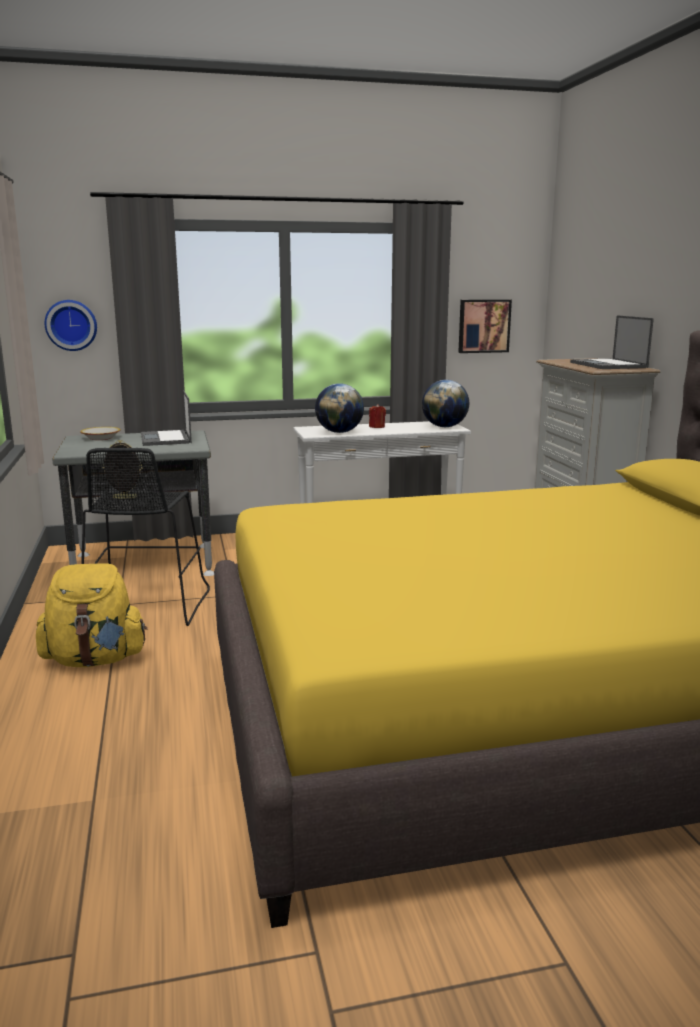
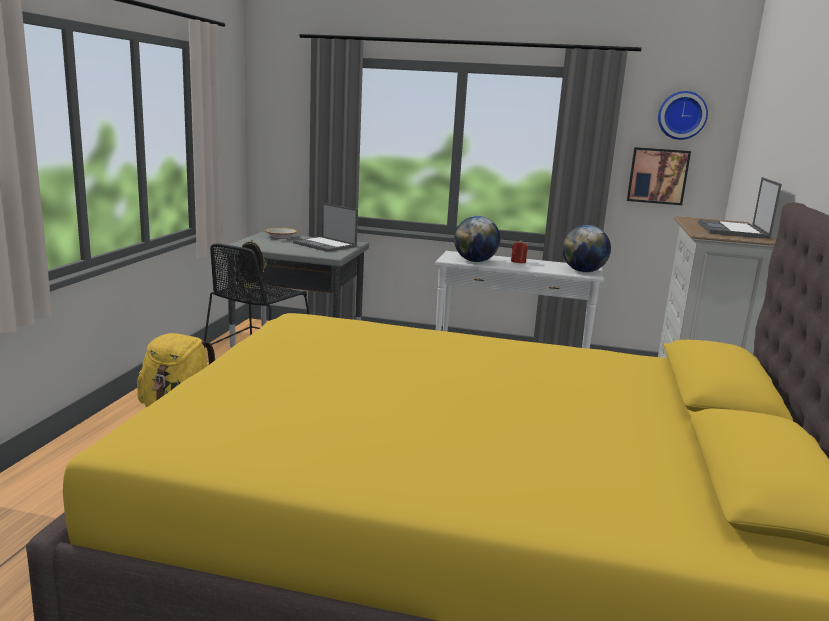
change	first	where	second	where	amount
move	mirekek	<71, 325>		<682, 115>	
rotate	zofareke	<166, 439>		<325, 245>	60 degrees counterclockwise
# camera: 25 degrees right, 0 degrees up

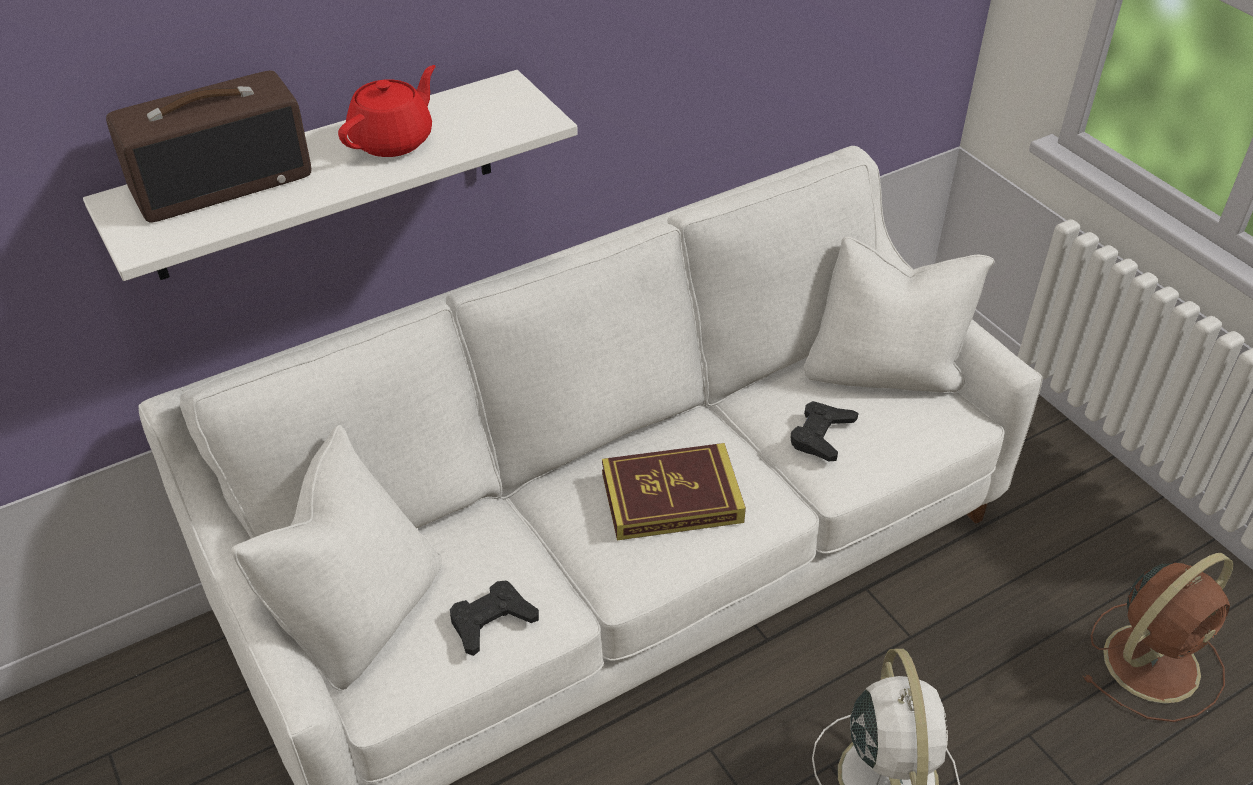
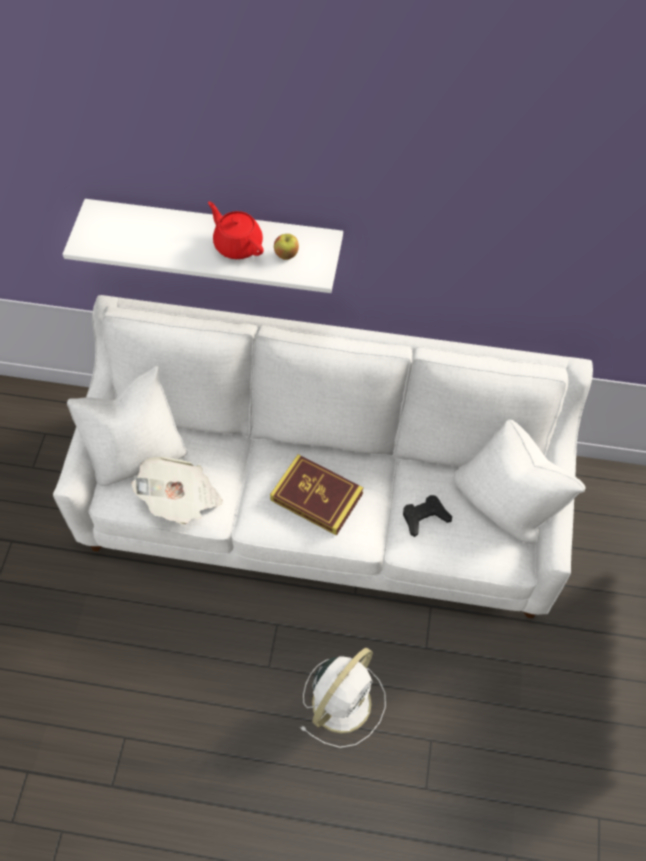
change	first	where	second	where	amount
delete	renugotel	<223, 182>			
delete	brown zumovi	<1154, 661>			
insert			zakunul	<286, 254>	
replace	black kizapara	<491, 621>	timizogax	<181, 499>	
rotate	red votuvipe	<393, 140>		<237, 245>	120 degrees counterclockwise
# camera: 40 degrees right, 15 degrees up

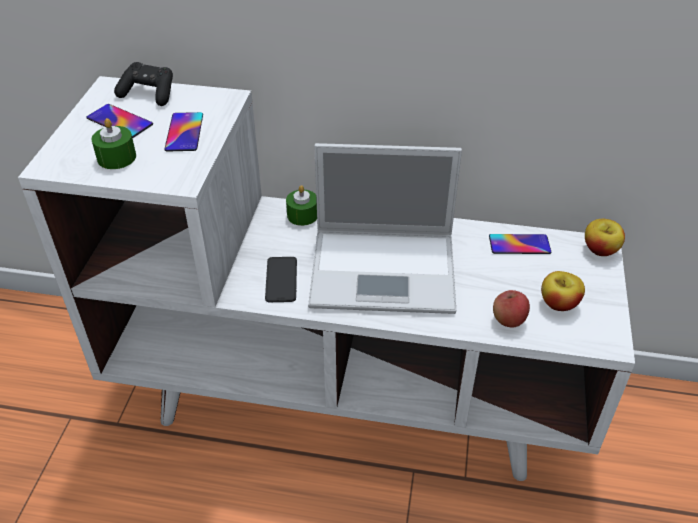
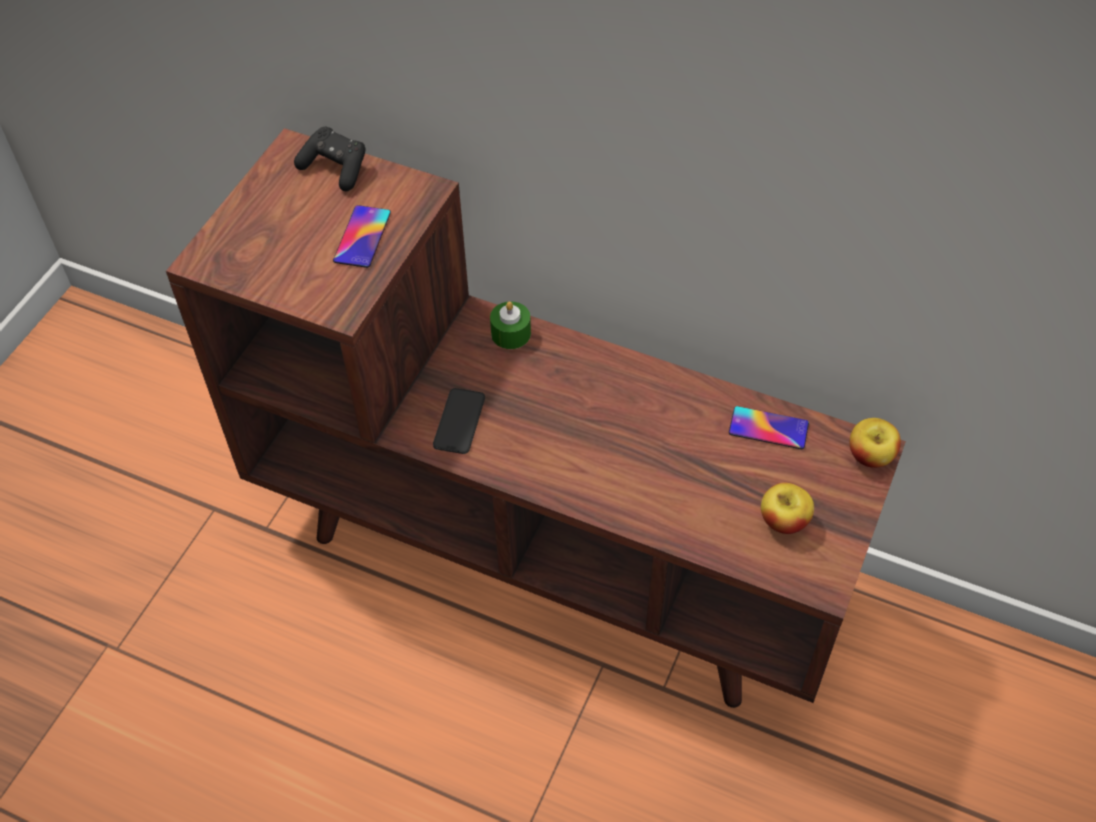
change	first	where	second	where	amount
delete	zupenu	<119, 121>			
delete	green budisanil	<116, 157>			
delete	zofareke	<386, 270>			
delete	zakunul	<508, 320>			
recolor	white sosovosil	<351, 396>	brown sosovosil	<555, 553>	
# camera: 15 degrees right, 10 degrees up

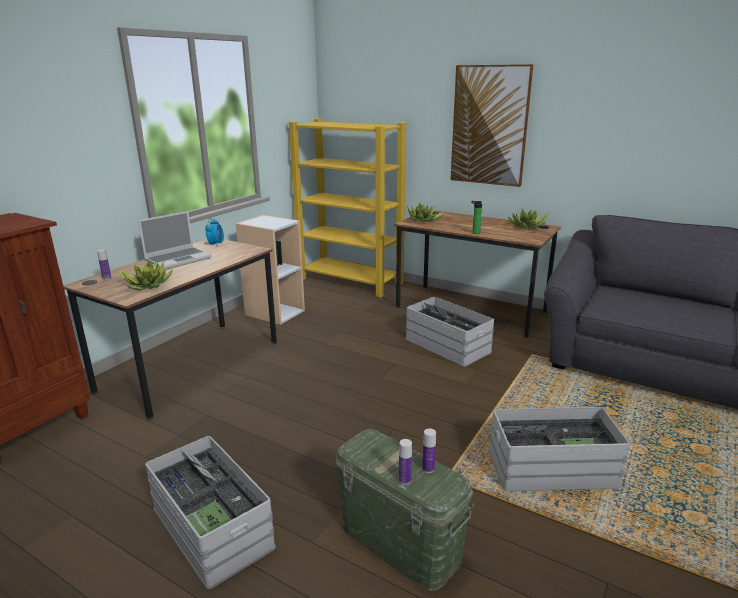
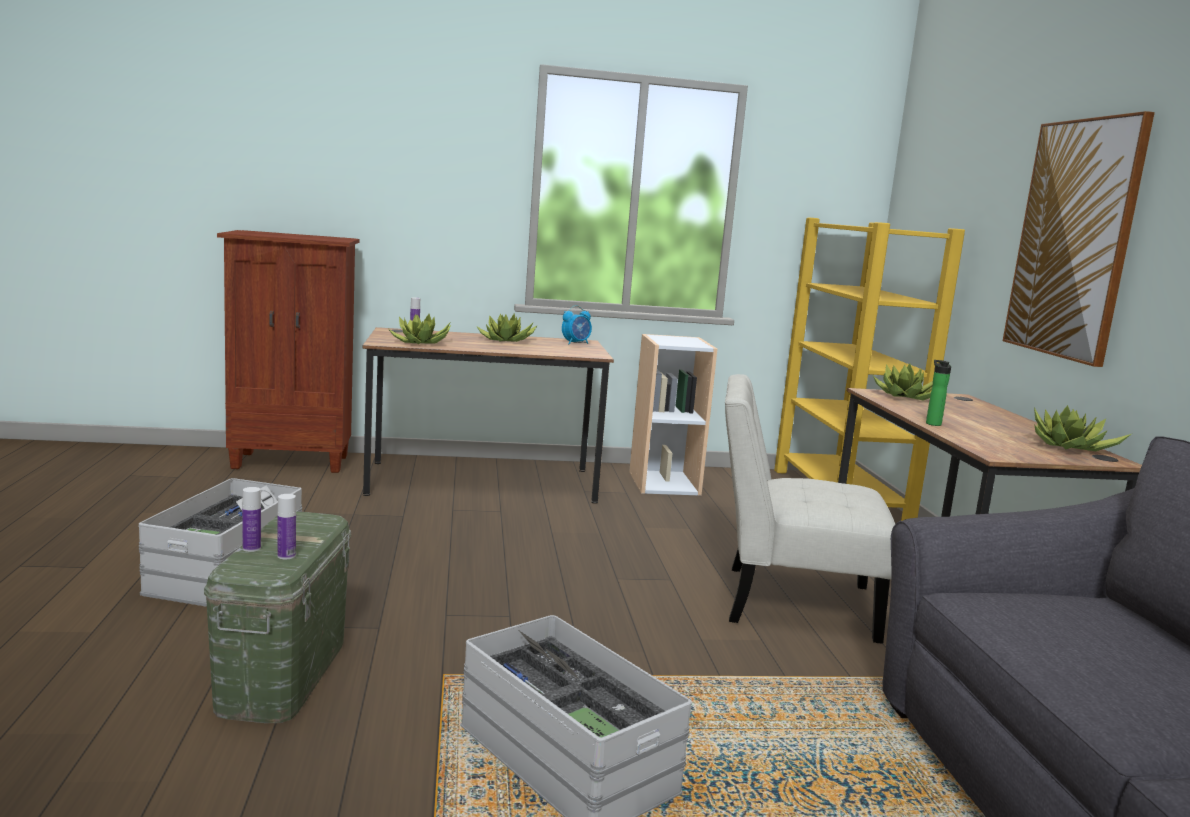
change	first	where	second	where	amount
replace	zofareke	<178, 259>	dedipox	<506, 340>	
replace	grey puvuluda	<446, 345>	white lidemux	<788, 601>	
# camera: 50 degrees right, 10 degrees down

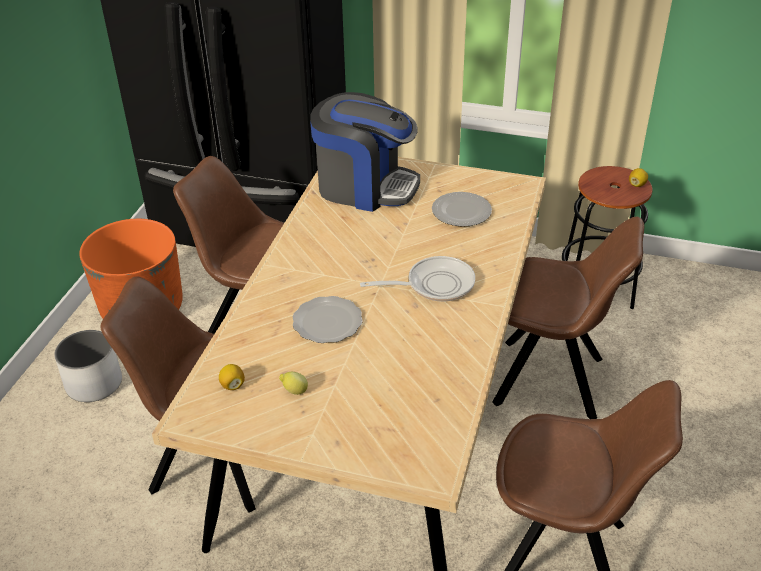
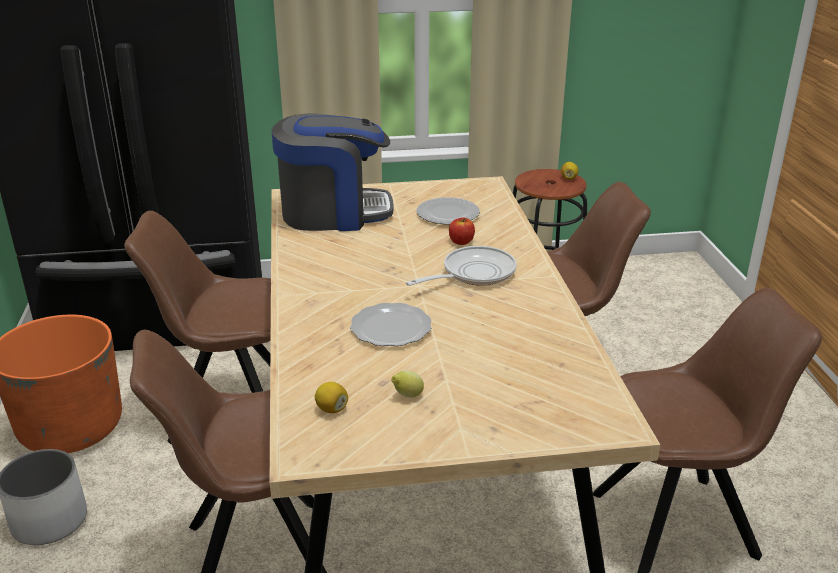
change	first	where	second	where	amount
insert			zakunul	<461, 242>	
# camera: 25 degrees left, 10 degrees down

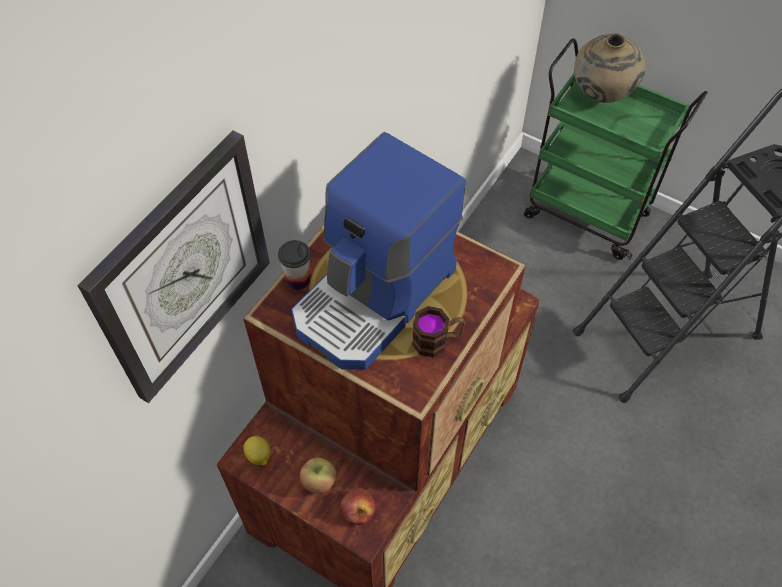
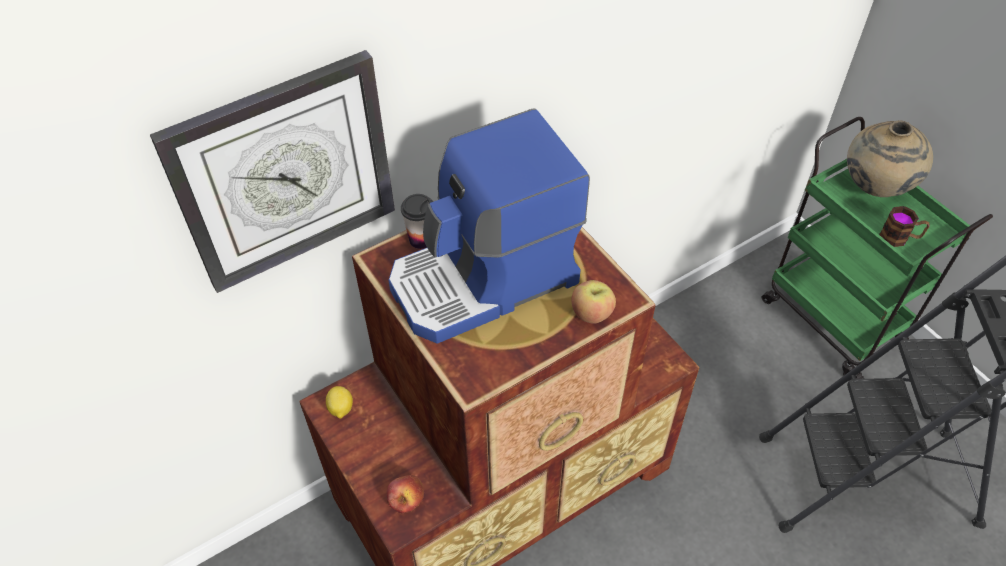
change	first	where	second	where	amount
move	zakunul	<319, 481>		<592, 313>	
move	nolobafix	<437, 340>		<900, 238>	
# camera: 25 degrees right, 5 degrees down

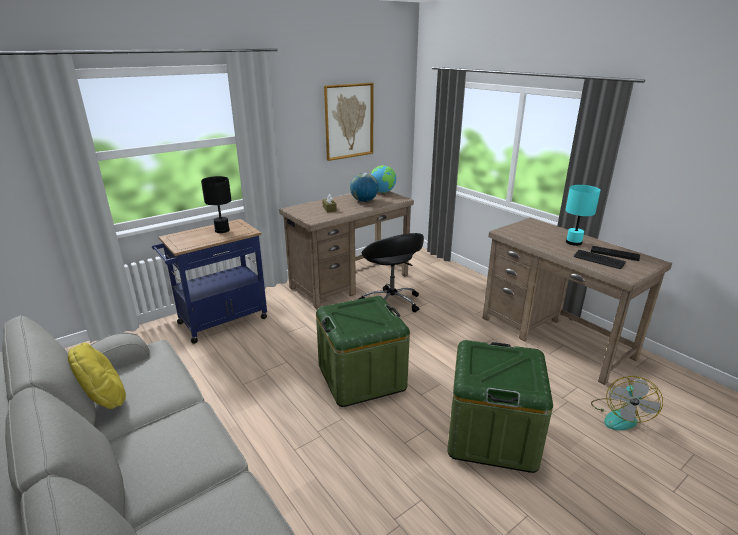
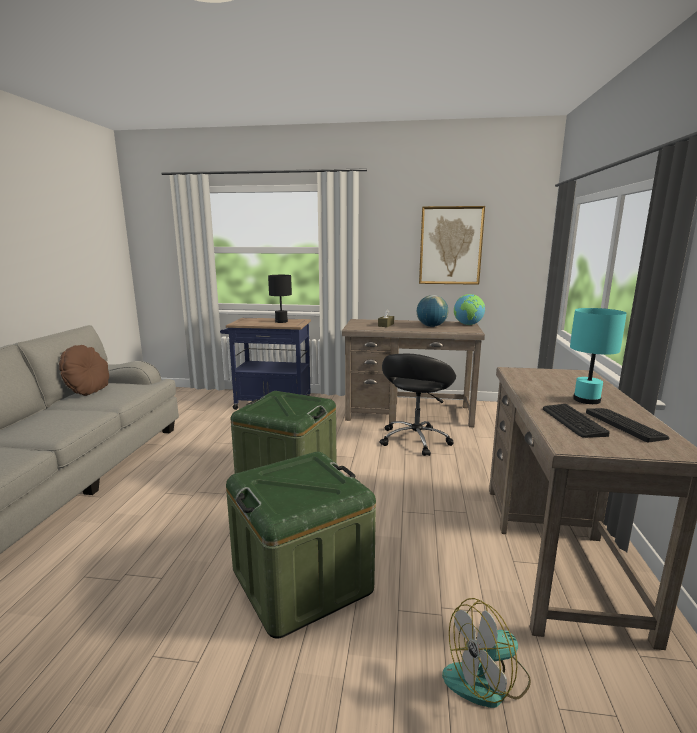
change	first	where	second	where	amount
recolor	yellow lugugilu	<105, 401>	brown lugugilu	<88, 392>	
# camera: 45 degrees right, 10 degrees down

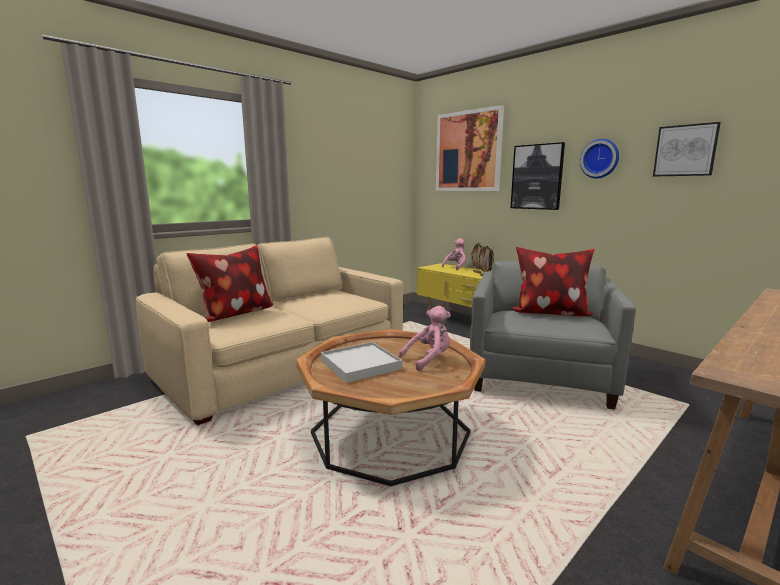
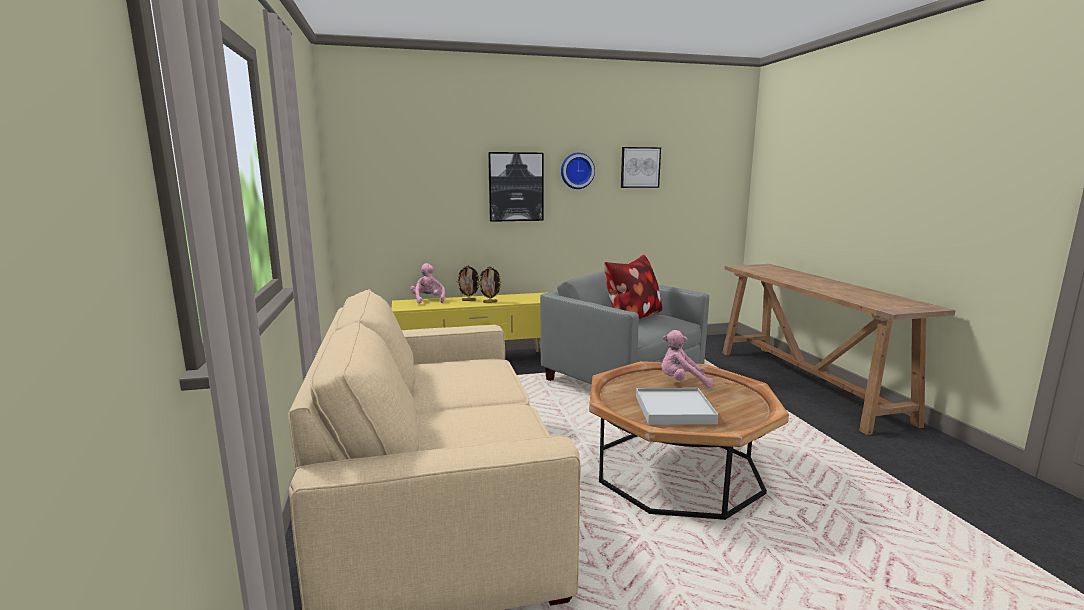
change	first	where	second	where	amount
delete	lugugilu	<235, 314>			
delete	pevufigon	<468, 151>			
rotate	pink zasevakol	<429, 360>		<682, 383>	90 degrees counterclockwise
# camera: 60 degrees left, 0 degrees up

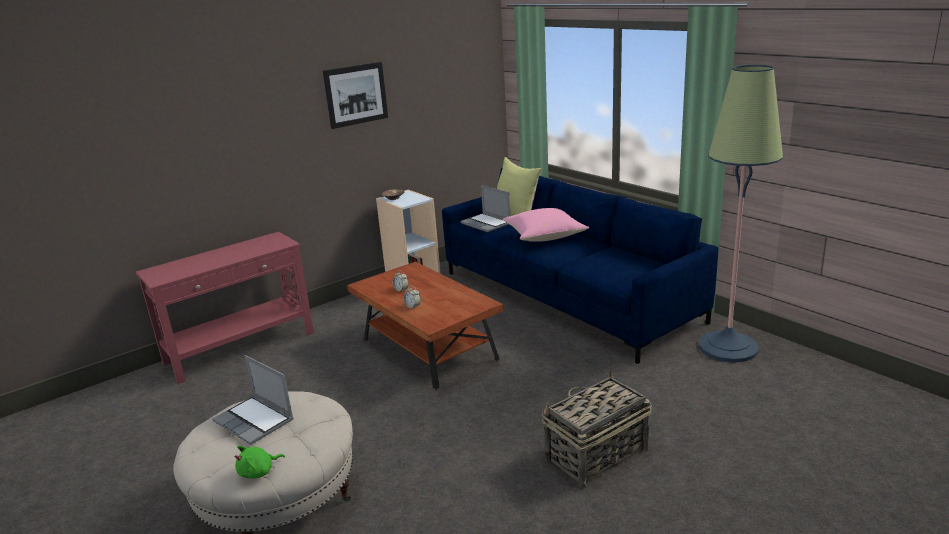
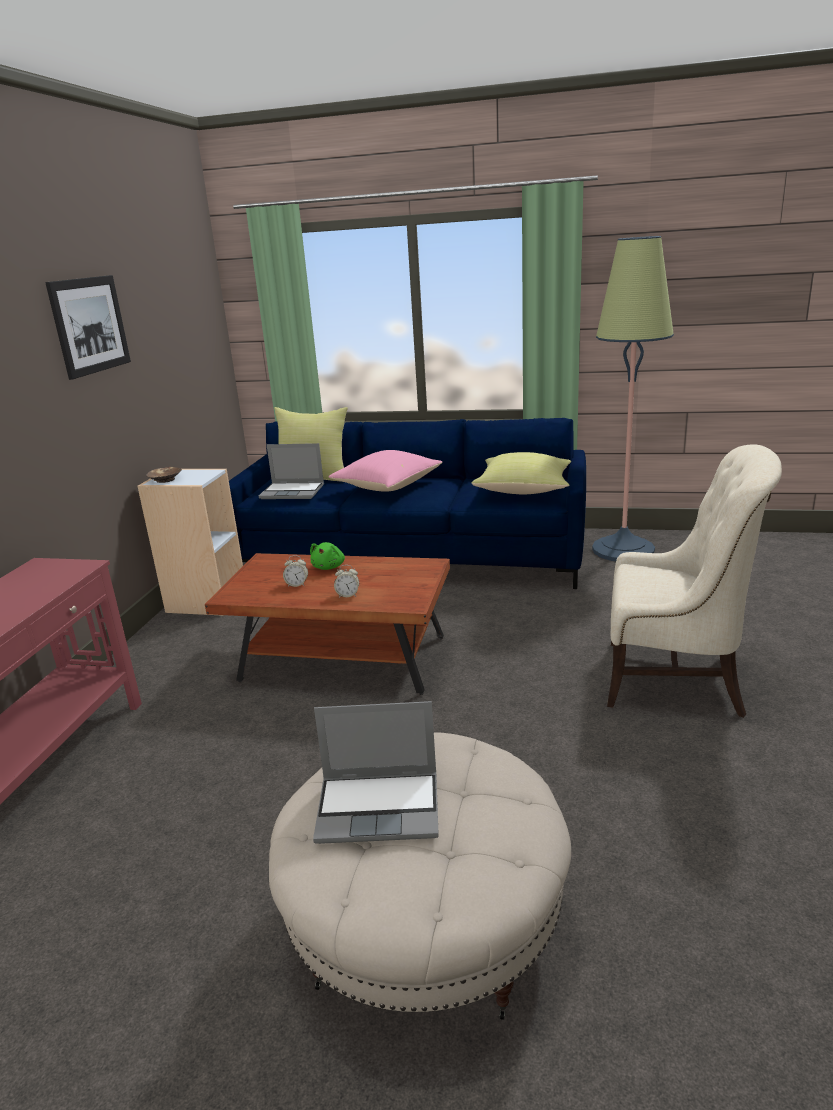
change	first	where	second	where	amount
insert			yellow lugugilu	<524, 490>	
move	green zasevakol	<259, 472>		<329, 567>	
replace	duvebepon	<595, 455>	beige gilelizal	<675, 678>	
# camera: 40 degrees left, 0 degrees up

